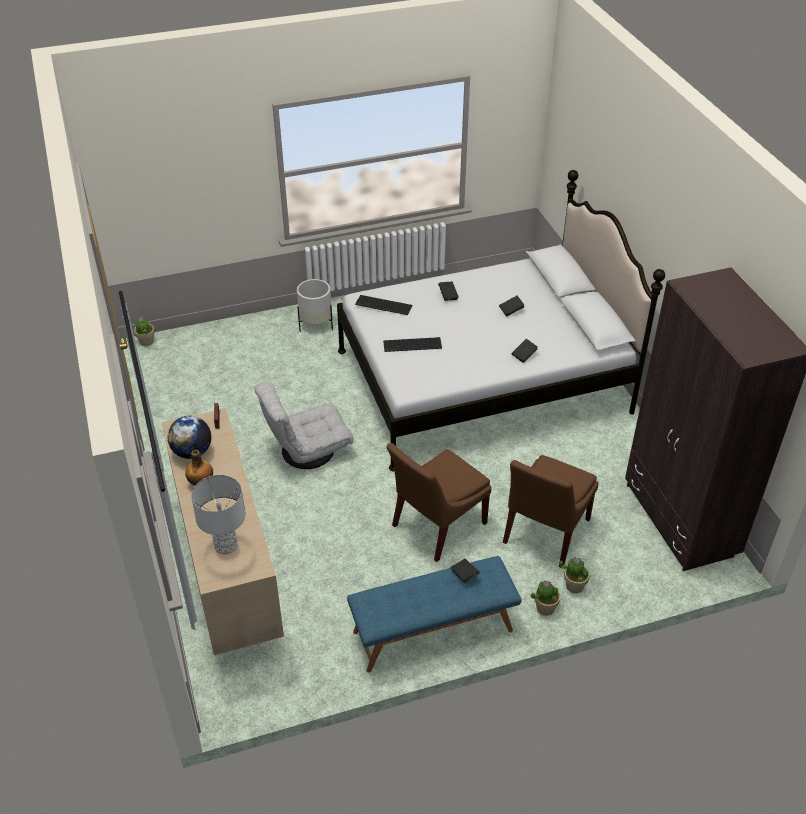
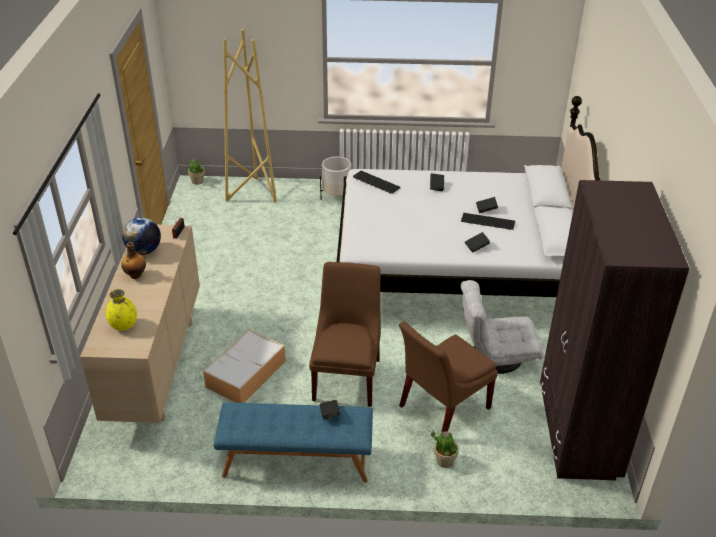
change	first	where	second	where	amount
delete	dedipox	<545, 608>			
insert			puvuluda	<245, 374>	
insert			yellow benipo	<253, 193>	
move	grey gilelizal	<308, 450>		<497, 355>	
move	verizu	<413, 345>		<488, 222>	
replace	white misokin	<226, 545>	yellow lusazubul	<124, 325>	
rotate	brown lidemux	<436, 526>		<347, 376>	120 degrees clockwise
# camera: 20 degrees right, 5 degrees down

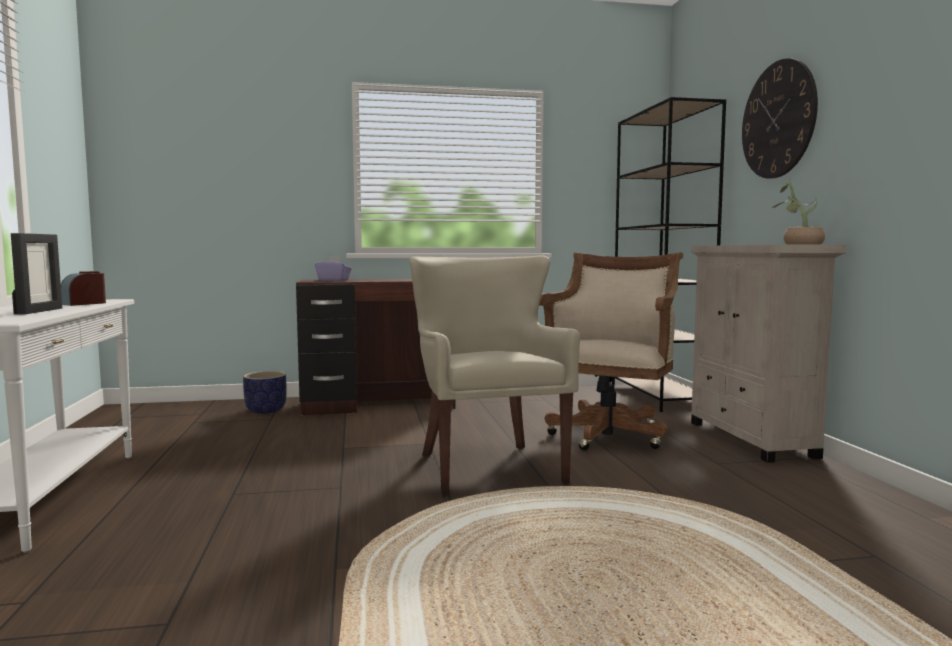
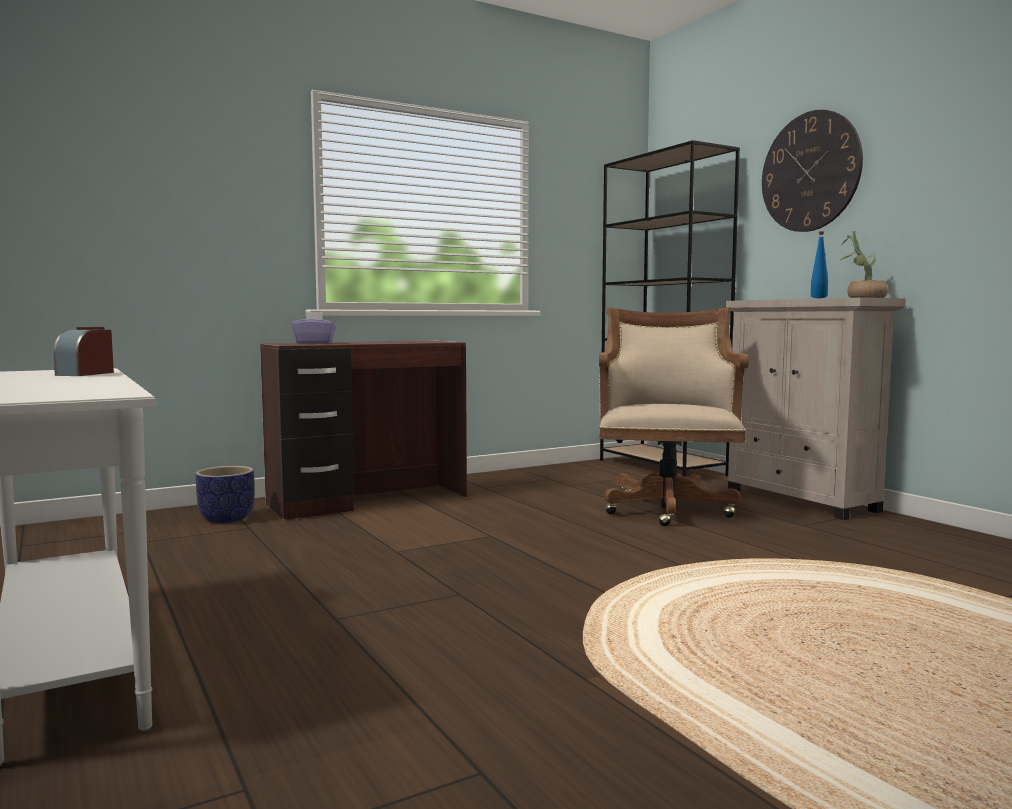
change	first	where	second	where	amount
delete	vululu	<39, 311>			
delete	beige gilelizal	<488, 467>			
insert			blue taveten	<818, 298>	
# camera: 20 degrees left, 0 degrees up

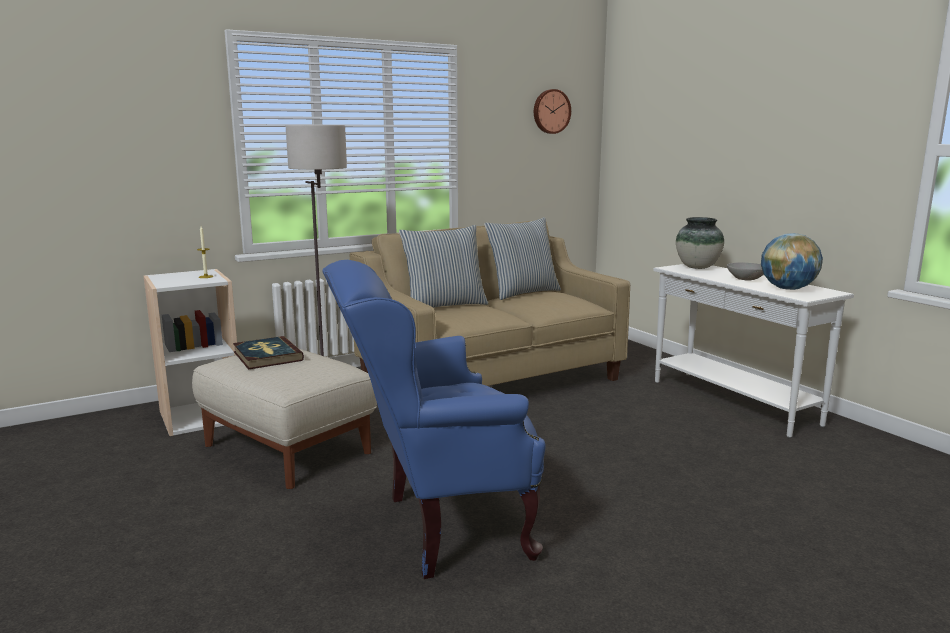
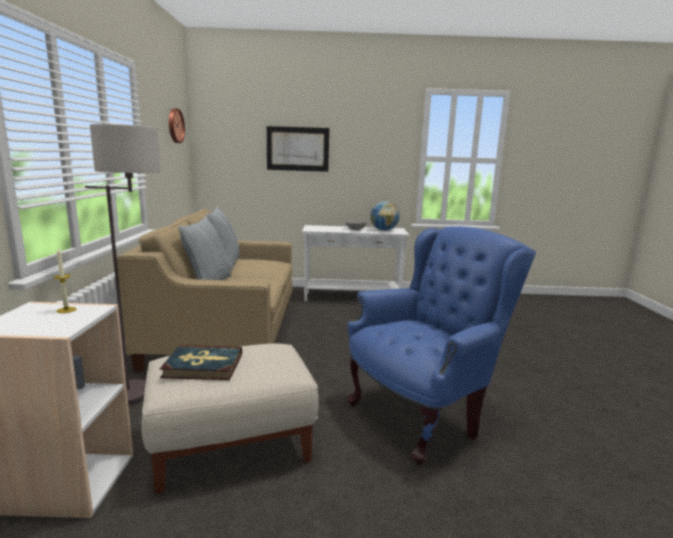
change	first	where	second	where	amount
delete	lusazubul	<697, 267>			
insert			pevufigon	<297, 149>	
rotate	blue gilelizal	<437, 529>		<422, 416>	135 degrees counterclockwise
# camera: 60 degrees left, 0 degrees up

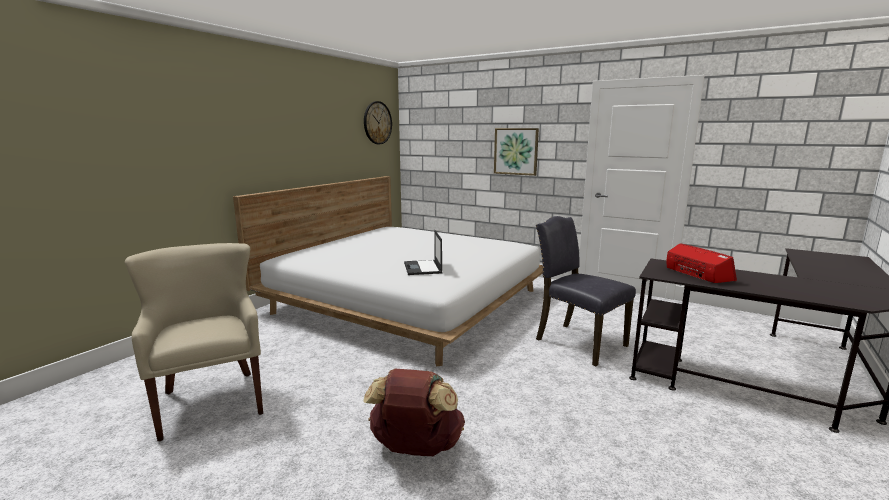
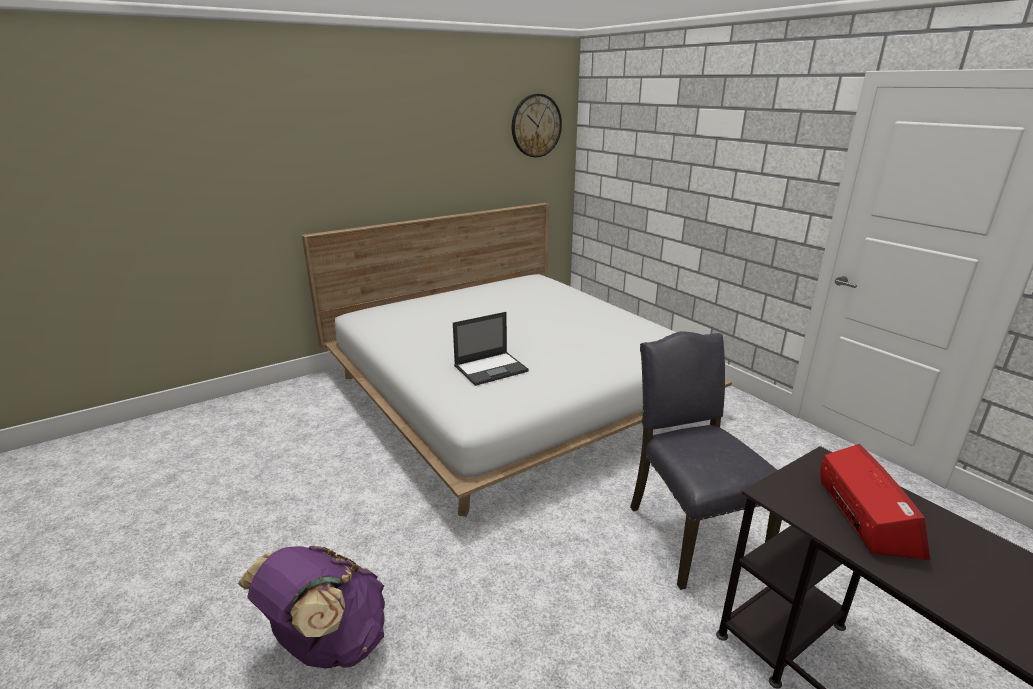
change	first	where	second	where	amount
delete	beige gilelizal	<211, 402>			
delete	pevufigon	<516, 151>			
recolor	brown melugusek	<415, 449>	purple melugusek	<328, 643>	
rotate	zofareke	<423, 268>		<491, 368>	135 degrees counterclockwise
# camera: 25 degrees right, 10 degrees up

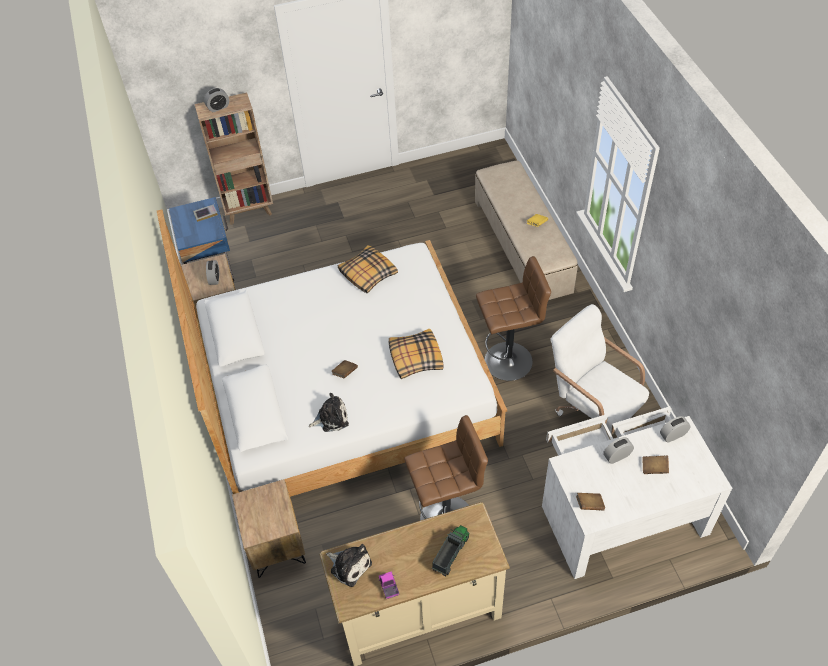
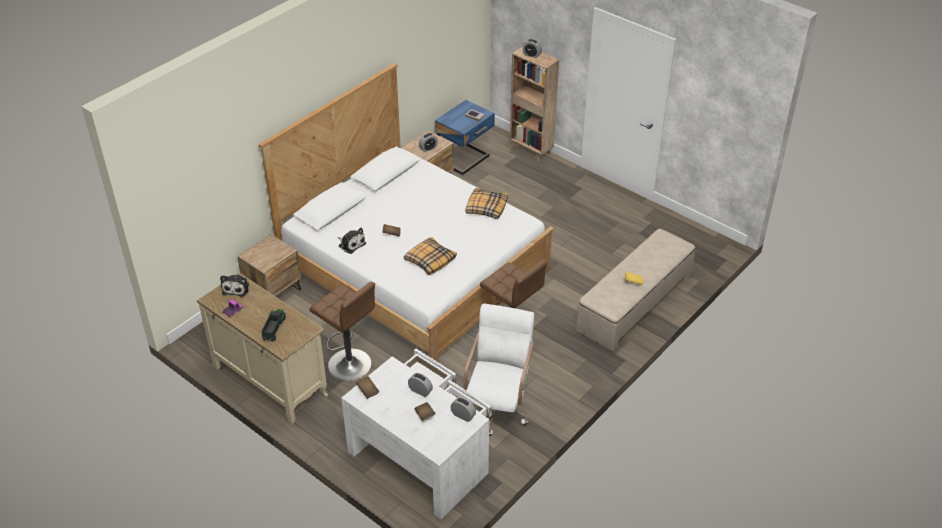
change	first	where	second	where	amount
rotate	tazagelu	<451, 553>		<274, 328>	75 degrees counterclockwise
# camera: 55 degrees right, 10 degrees down

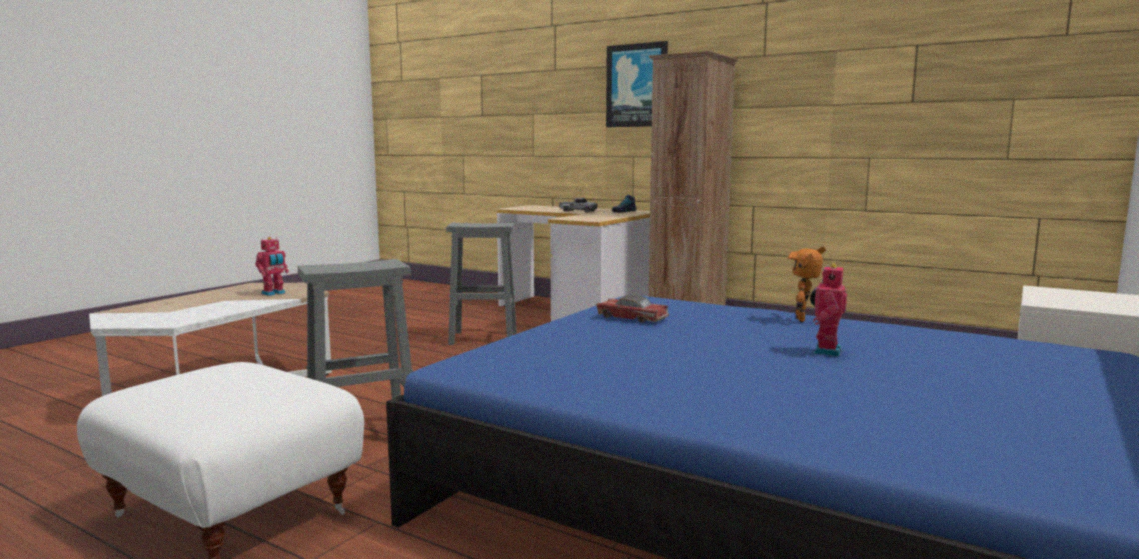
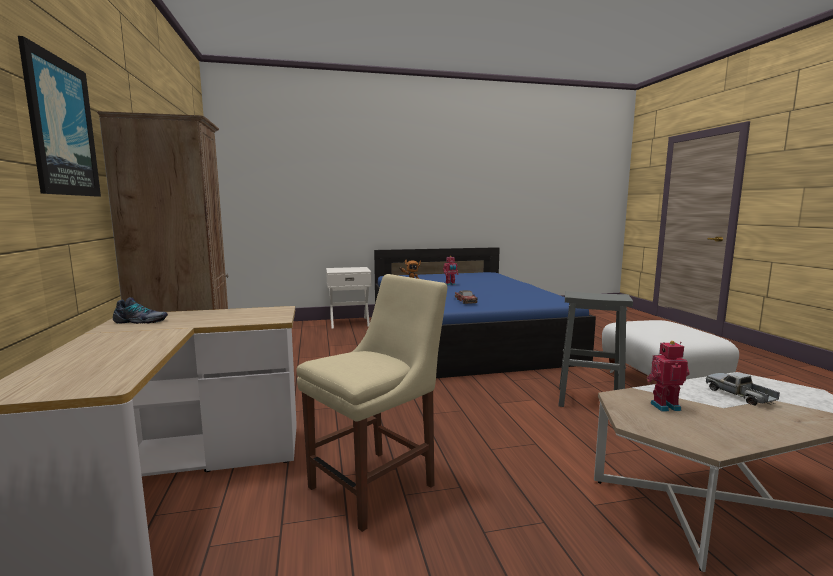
change	first	where	second	where	amount
move	tazagelu	<578, 211>		<740, 396>	
replace	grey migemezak	<482, 338>	beige lidemux	<377, 484>	
# camera: 135 degrees left, 0 degrees up

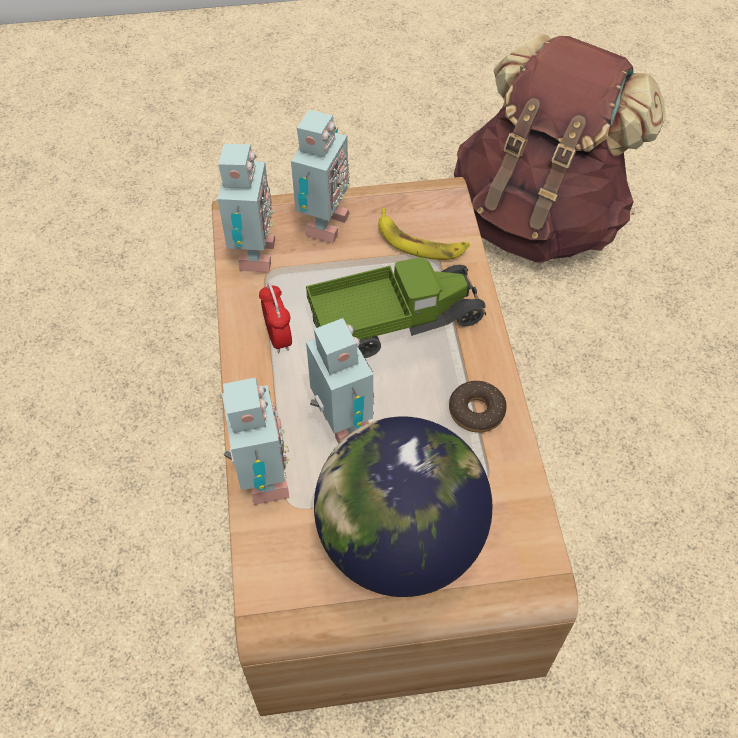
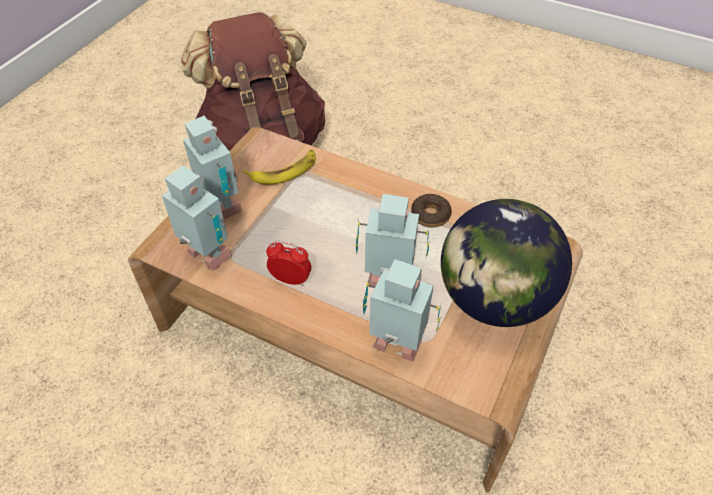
change	first	where	second	where	amount
delete	tazagelu	<394, 321>			
# camera: 55 degrees left, 5 degrees down

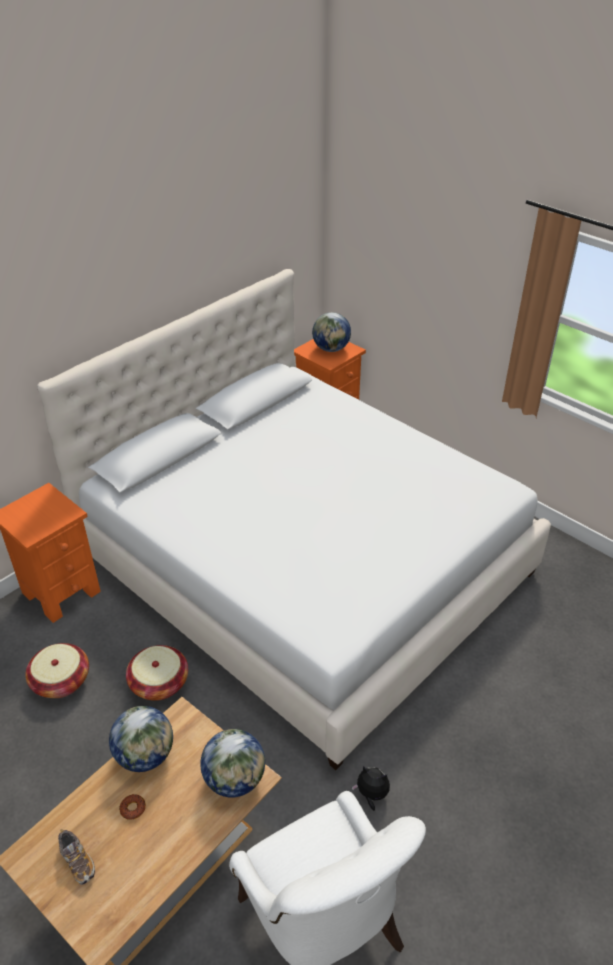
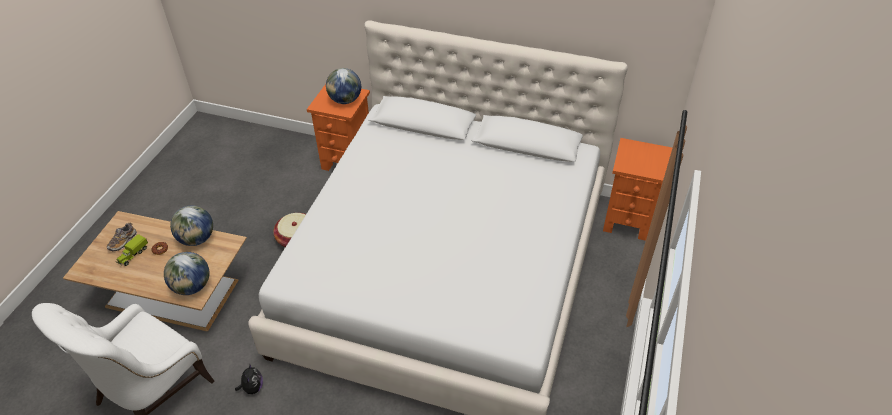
change	first	where	second	where	amount
delete	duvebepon	<61, 681>			
insert			tazagelu	<133, 255>	
move	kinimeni	<331, 349>		<345, 100>	
# camera: 65 degrees right, 5 degrees up

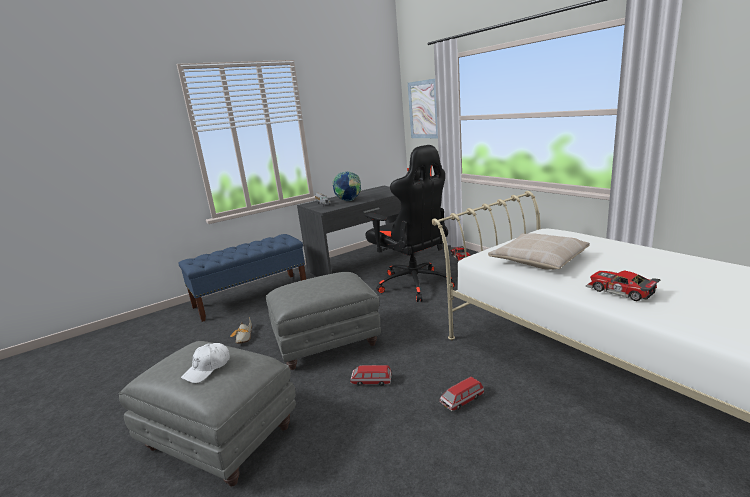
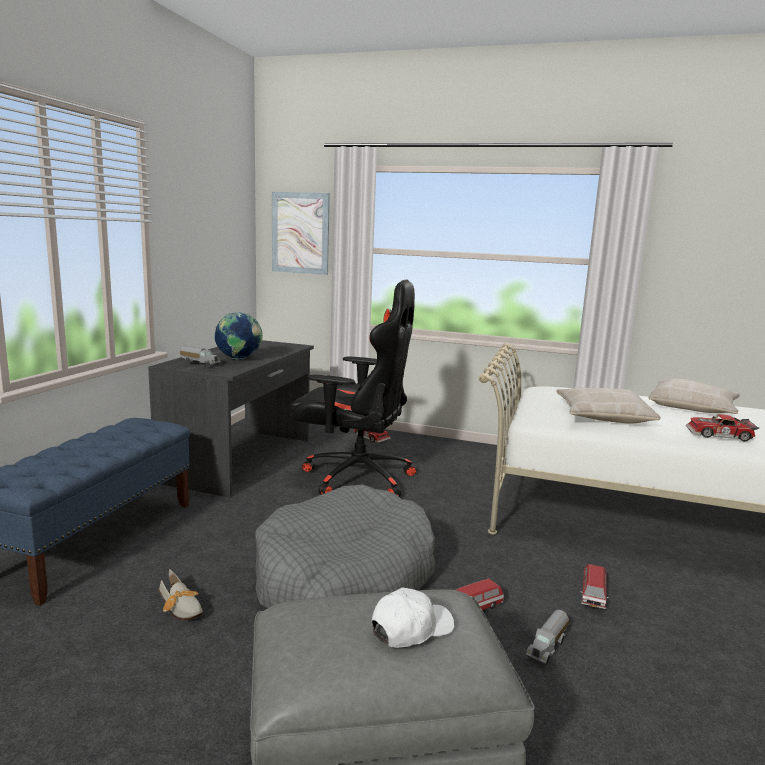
change	first	where	second	where	amount
insert			tazagelu	<548, 647>	
insert			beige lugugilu	<693, 408>	
replace	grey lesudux	<327, 343>	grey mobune	<344, 578>	
rotate	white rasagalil	<207, 368>		<411, 629>	120 degrees counterclockwise
# camera: 40 degrees left, 5 degrees down

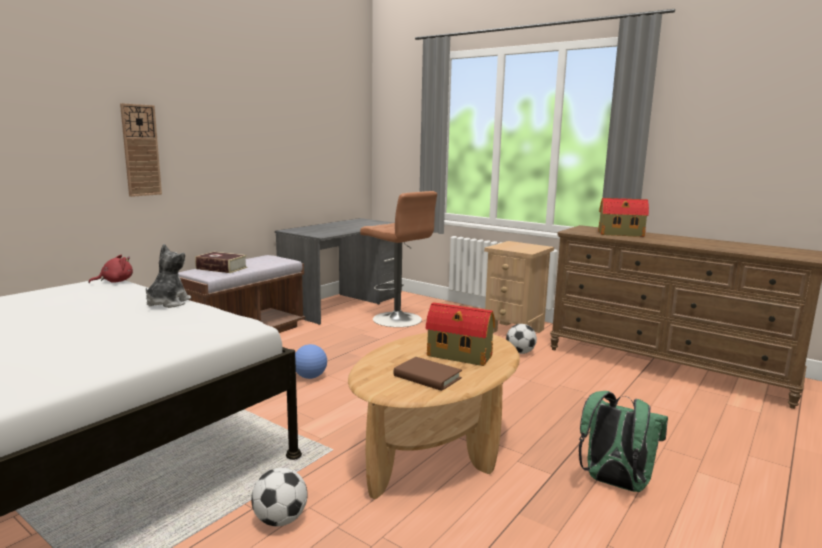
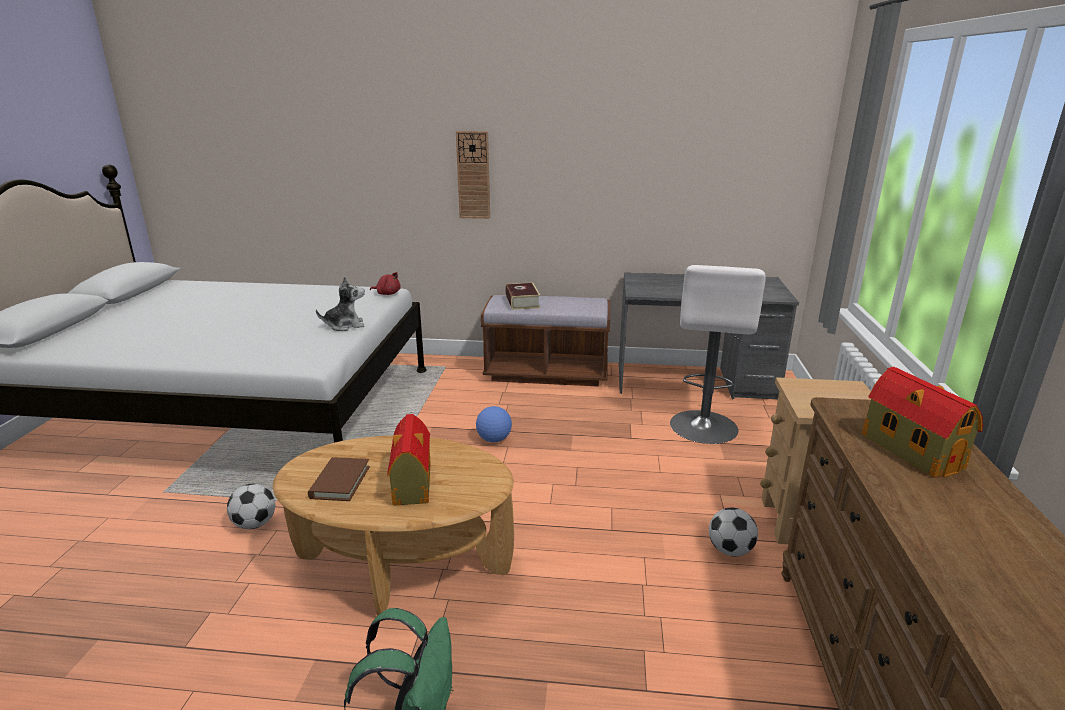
change	first	where	second	where	amount
recolor	brown migemezak	<397, 320>	white migemezak	<702, 427>	
# camera: 60 degrees right, 10 degrees up

